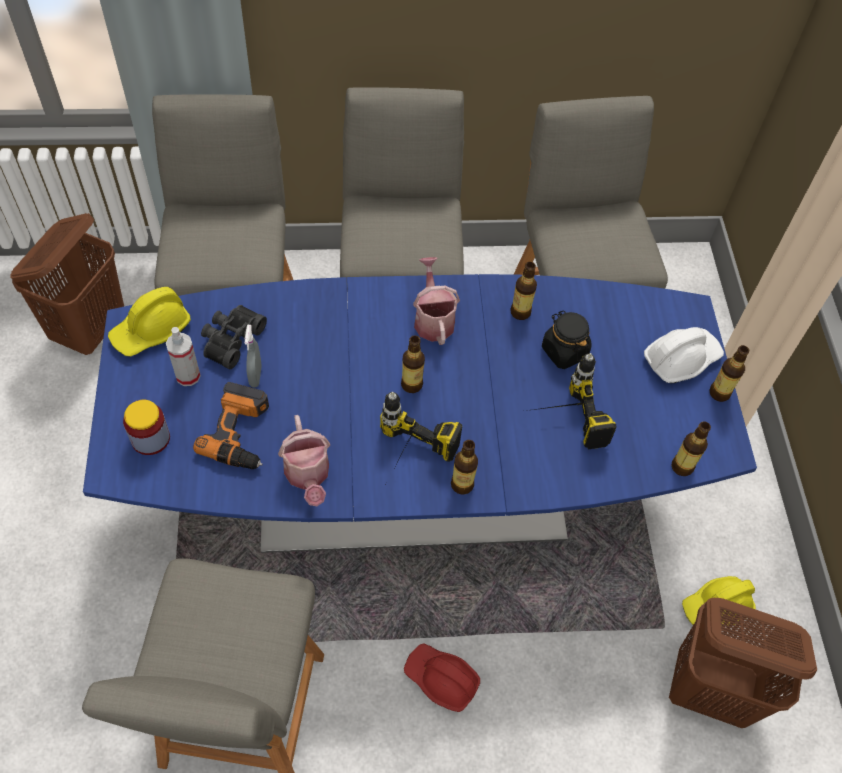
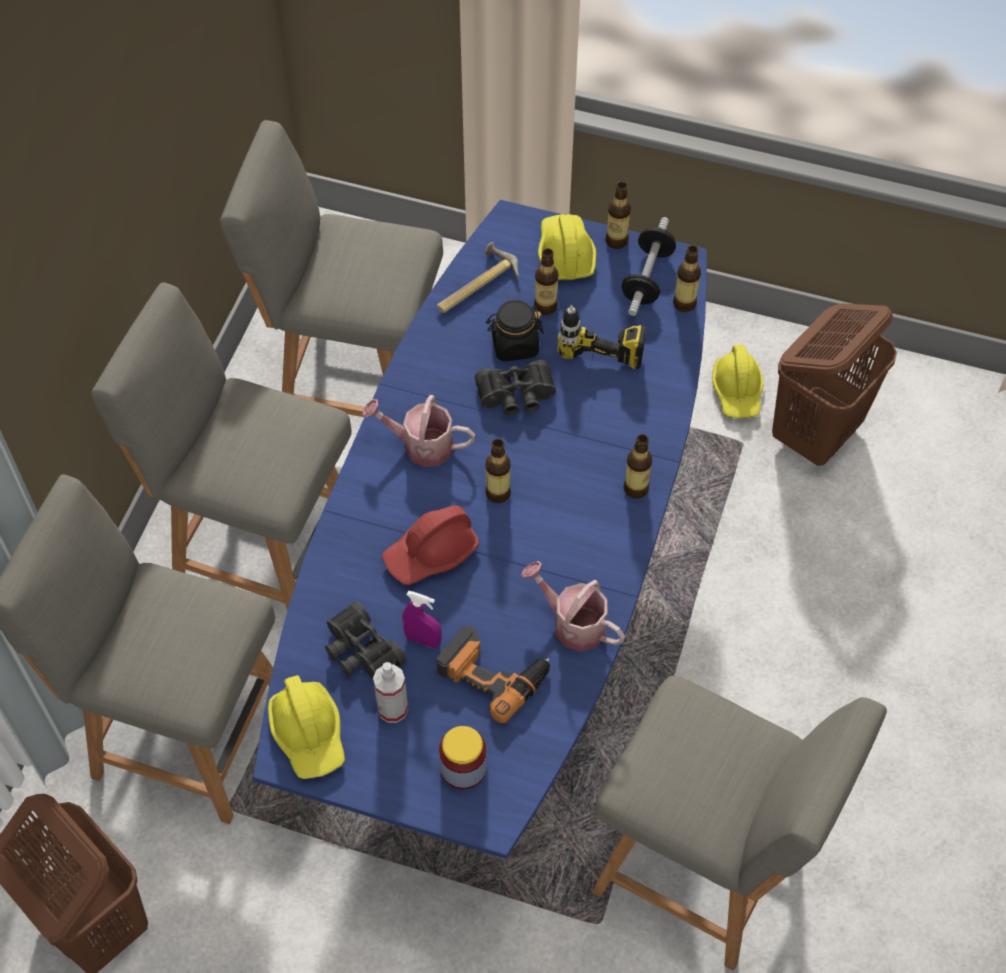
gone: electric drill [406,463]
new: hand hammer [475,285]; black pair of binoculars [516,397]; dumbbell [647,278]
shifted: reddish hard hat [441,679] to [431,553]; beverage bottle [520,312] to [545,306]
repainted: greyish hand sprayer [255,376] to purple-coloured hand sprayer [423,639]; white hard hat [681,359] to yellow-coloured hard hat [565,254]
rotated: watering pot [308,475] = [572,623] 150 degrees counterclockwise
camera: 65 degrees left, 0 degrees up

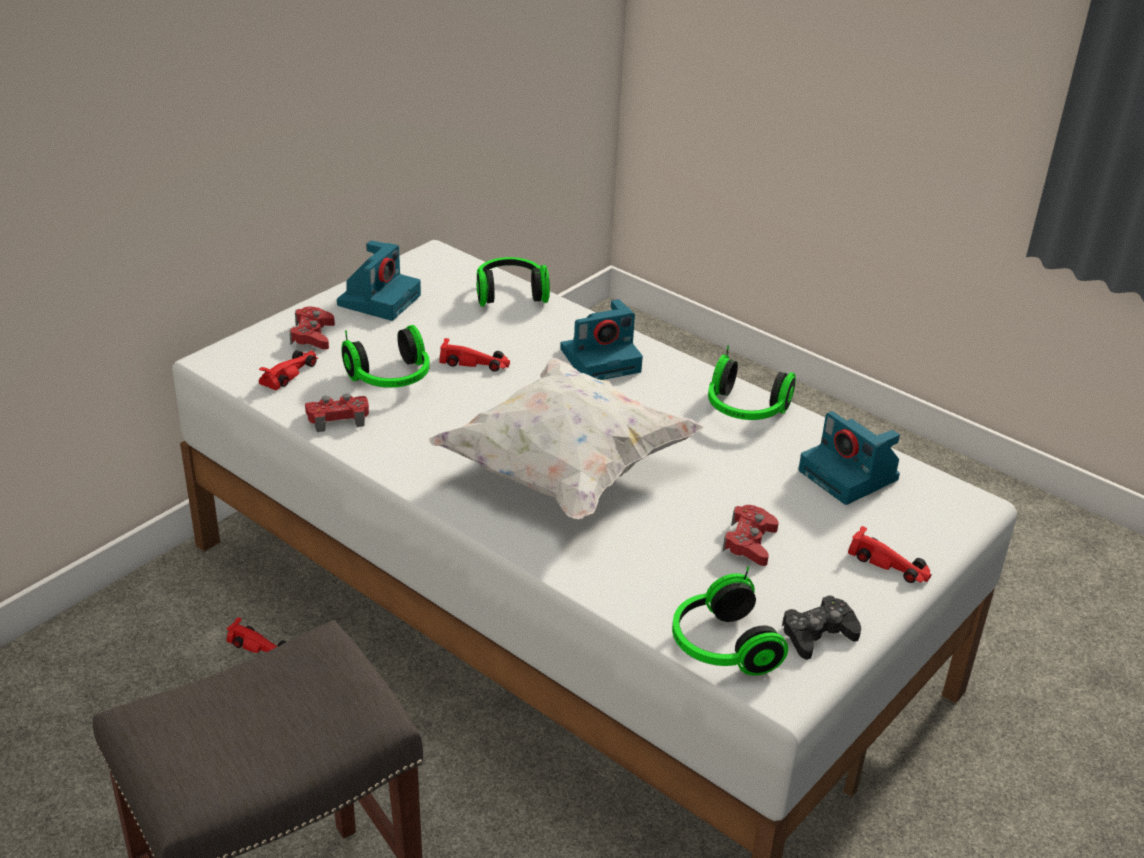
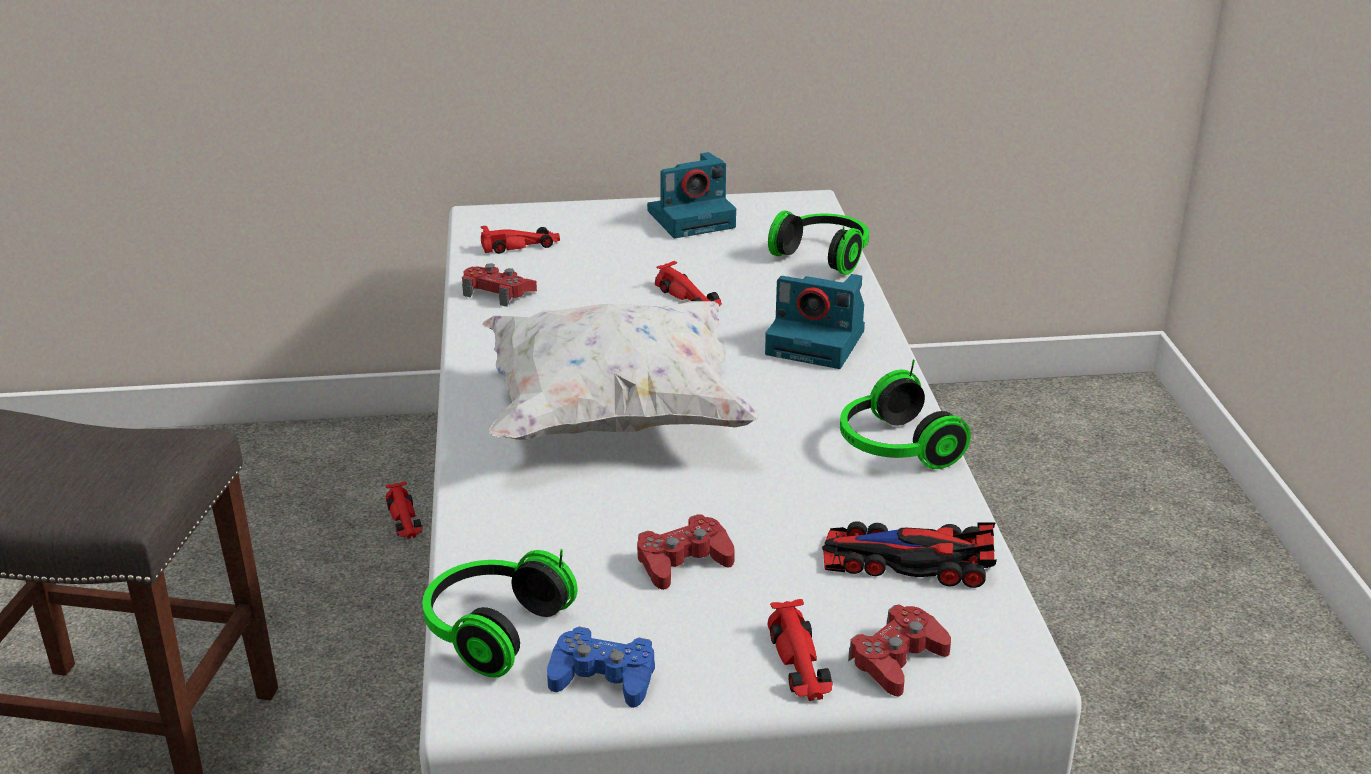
gone: headset [391,379]
shifted: reddish game controller [312,335] to [897,659]
swapped: photo camera [850,476] to miniature car [908,560]
repainted: black game controller [818,634] to blue-coloured game controller [603,677]
camera: 45 degrees right, 5 degrees down

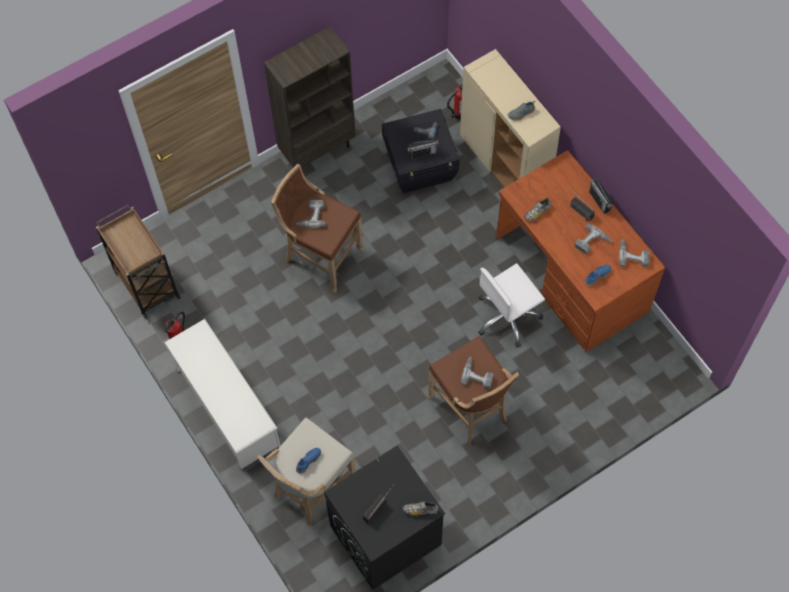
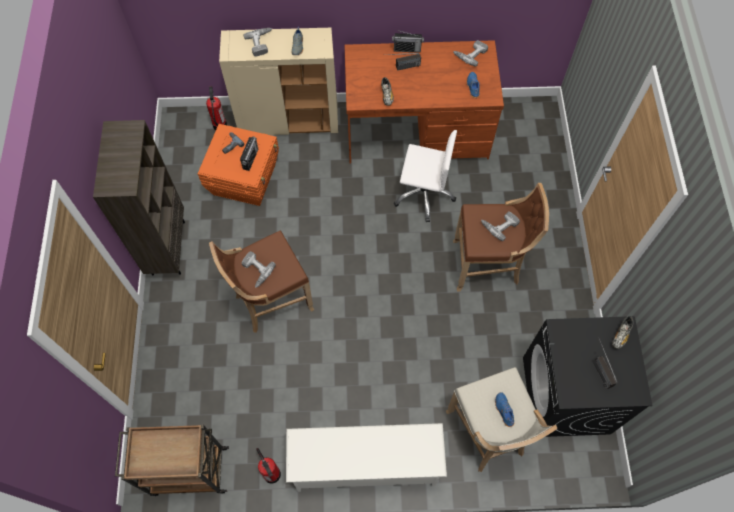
shifted: electric drill [592,243] to [261,43]
repainted: black storage box [420,166] to orange-coloured storage box [245,179]
rotated: white computer chair [507,317] = [424,194] 75 degrees counterclockwise
camera: 60 degrees left, 0 degrees up

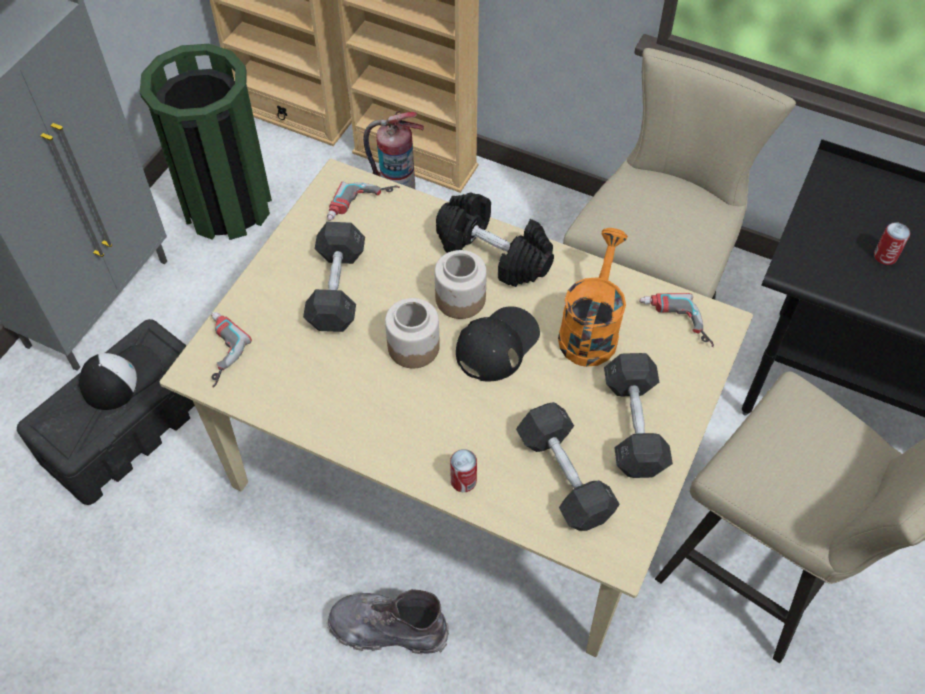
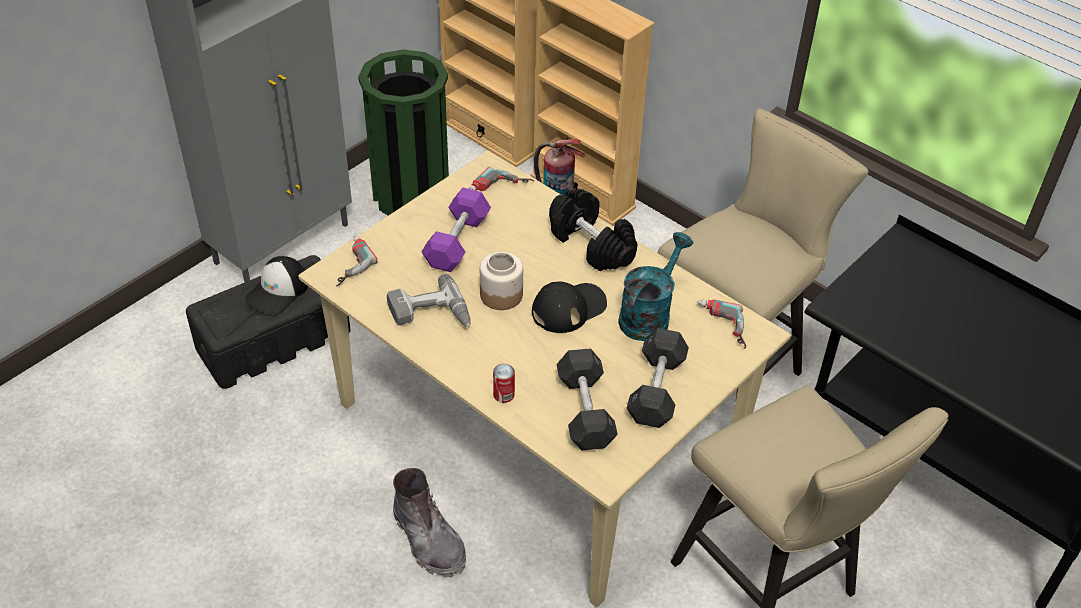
gone: jar [461,299]; sealed can [885,256]
new: electric drill [430,315]
repainted: greyish dumbbell [337,289] to purple-coloured dumbbell [457,242]; orange-coloured watering pot [590,329] to turquoise watering pot [649,314]
rotated: cap [121,377] = [278,291] 150 degrees clockwise; greyish high-top boot [388,629] = [429,540] 150 degrees counterclockwise
camera: 15 degrees right, 10 degrees down

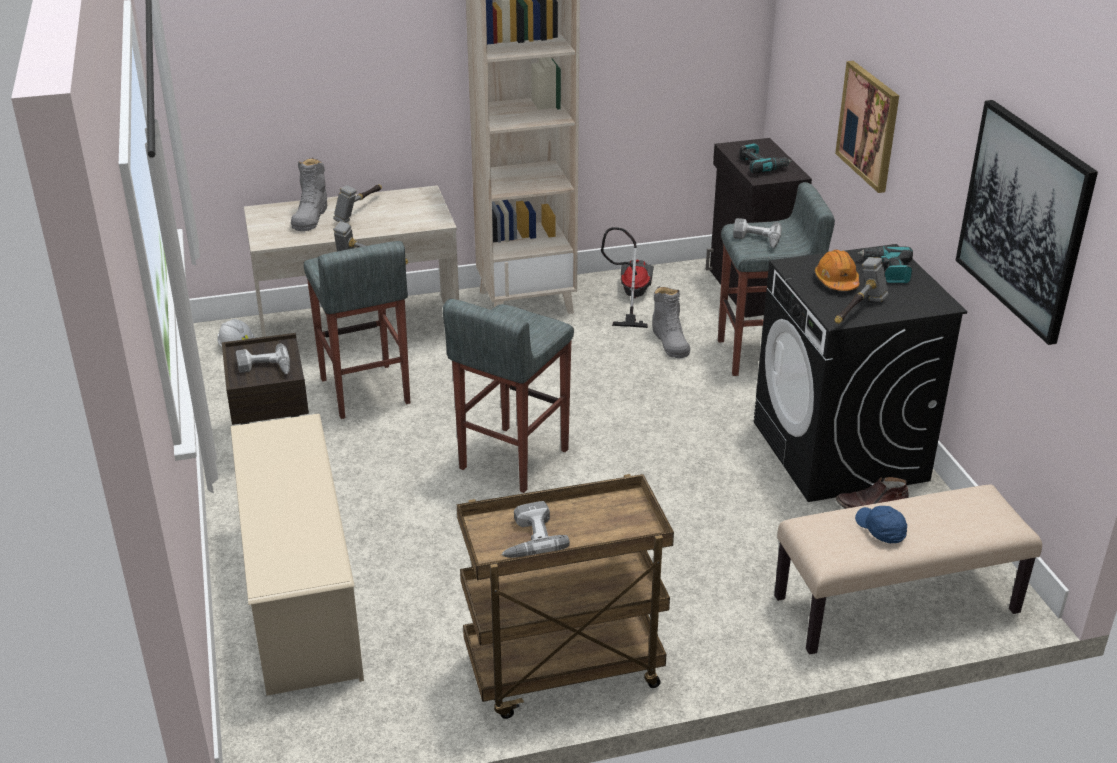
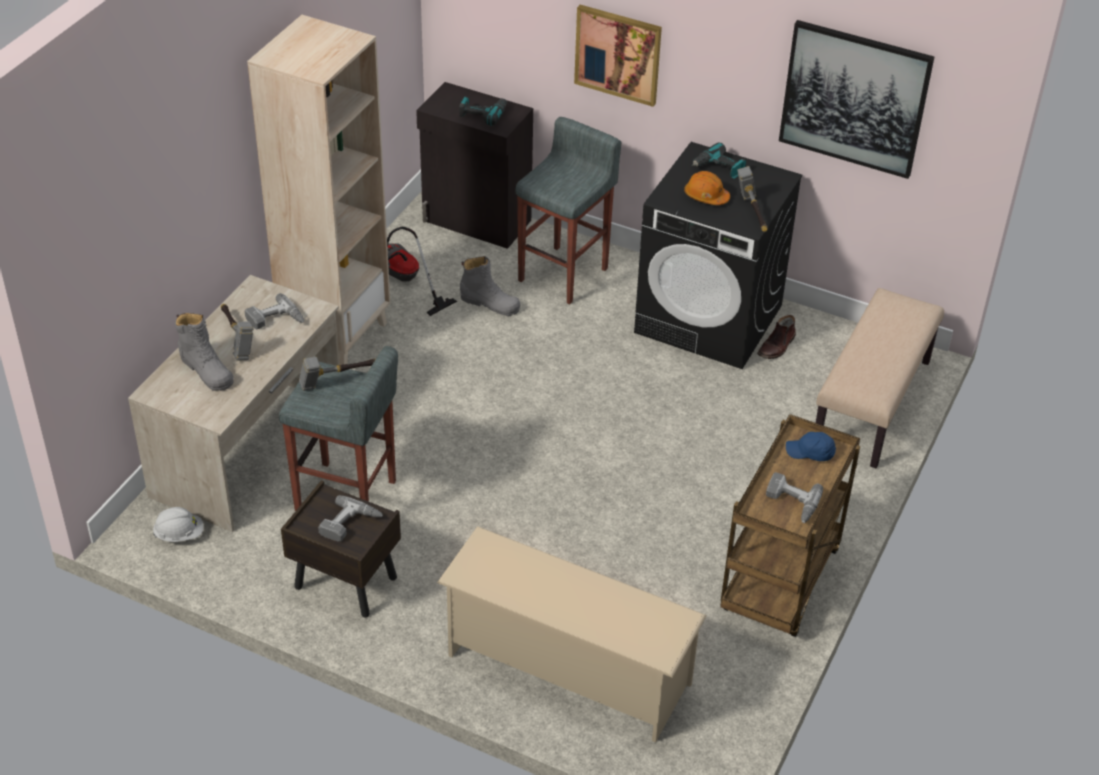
gone: greyish stool [512,459]
shifted: electric drill [756,240] to [275,320]; blue-coloured cap [880,530] to [810,453]
camera: 50 degrees left, 10 degrees up

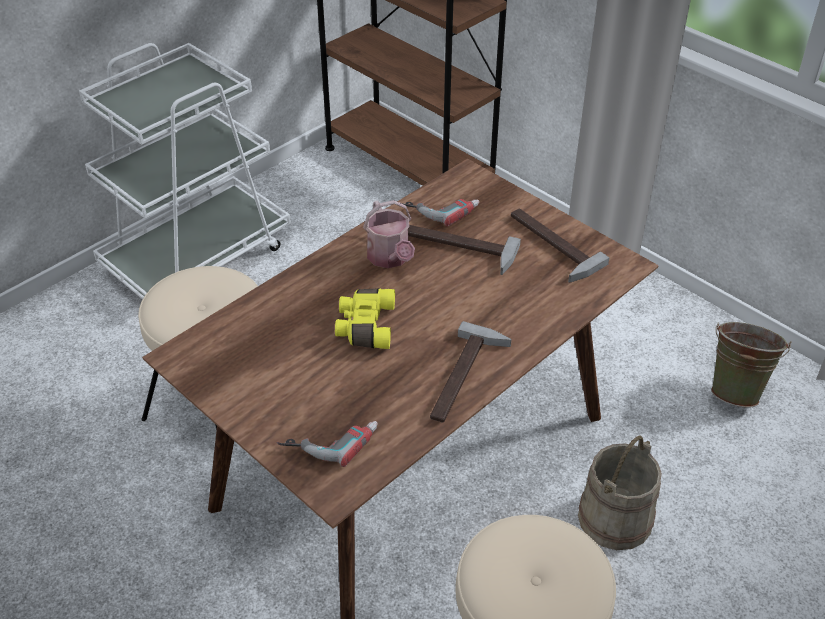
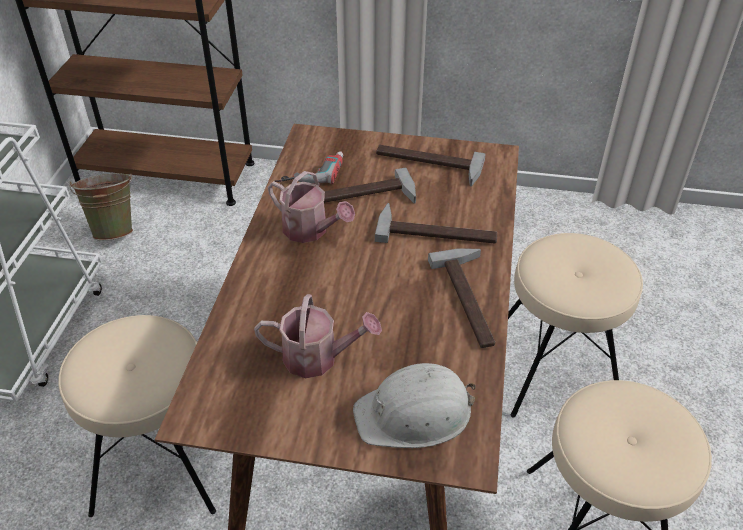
gone: yellow-coloured pair of binoculars [364,326]
new: watering pot [318,357]; hand hammer [437,231]
shifted: greenish bucket [736,389] to [115,229]
swapped: electric drill [329,438] to white hard hat [415,414]; sand-coloured bucket [615,518] to sand-coloured stool [553,370]
camera: 35 degrees left, 0 degrees up

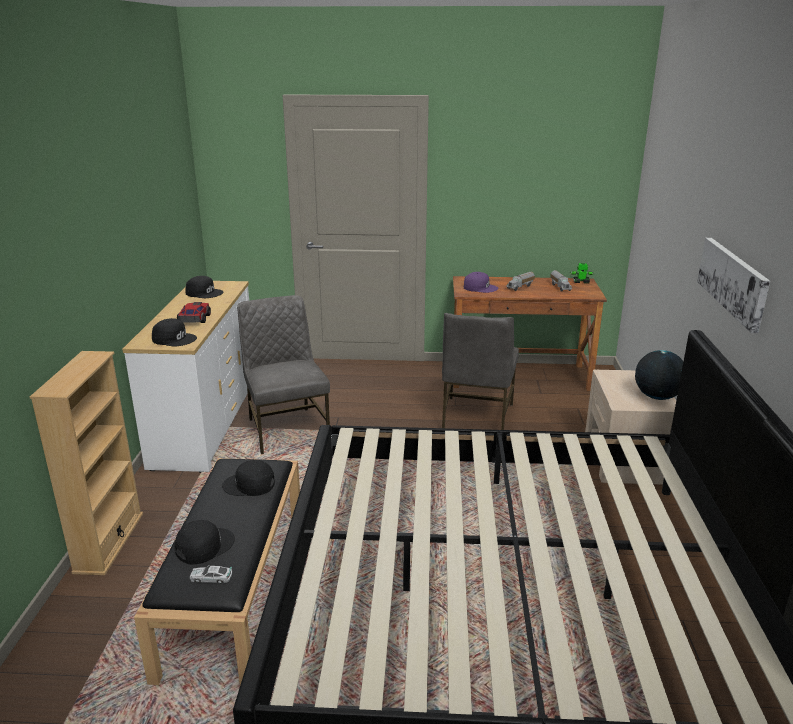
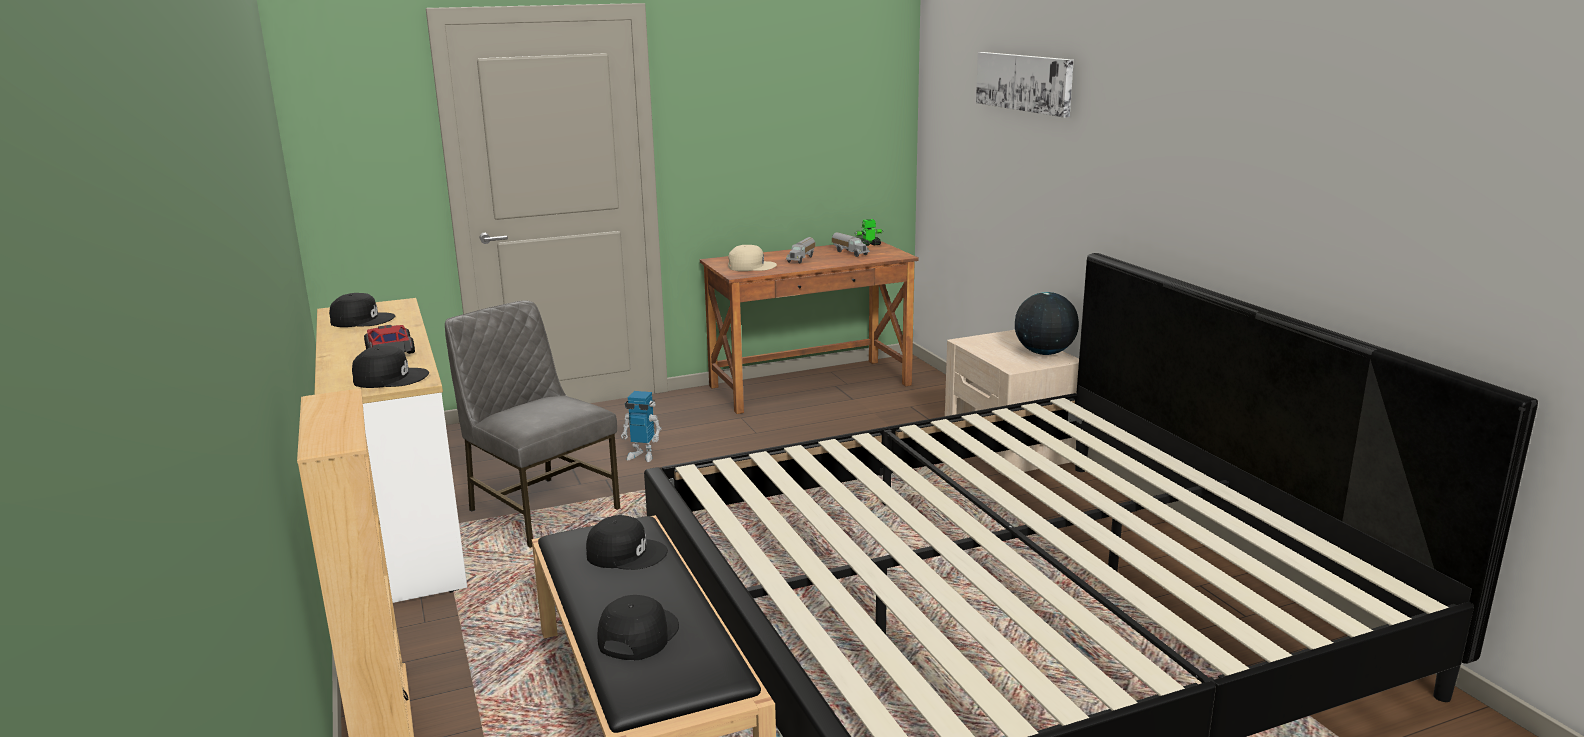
gone: miniature car [211,578]; greyish plain chair [476,417]
new: robot figure [642,455]
shifted: wall art [733,281] to [1024,82]
repainted: purple-coloured cap [480,287] to sand-coloured cap [751,266]
rotated: black cap [249,485] = [626,553] 150 degrees counterclockwise
camera: 25 degrees left, 5 degrees down

